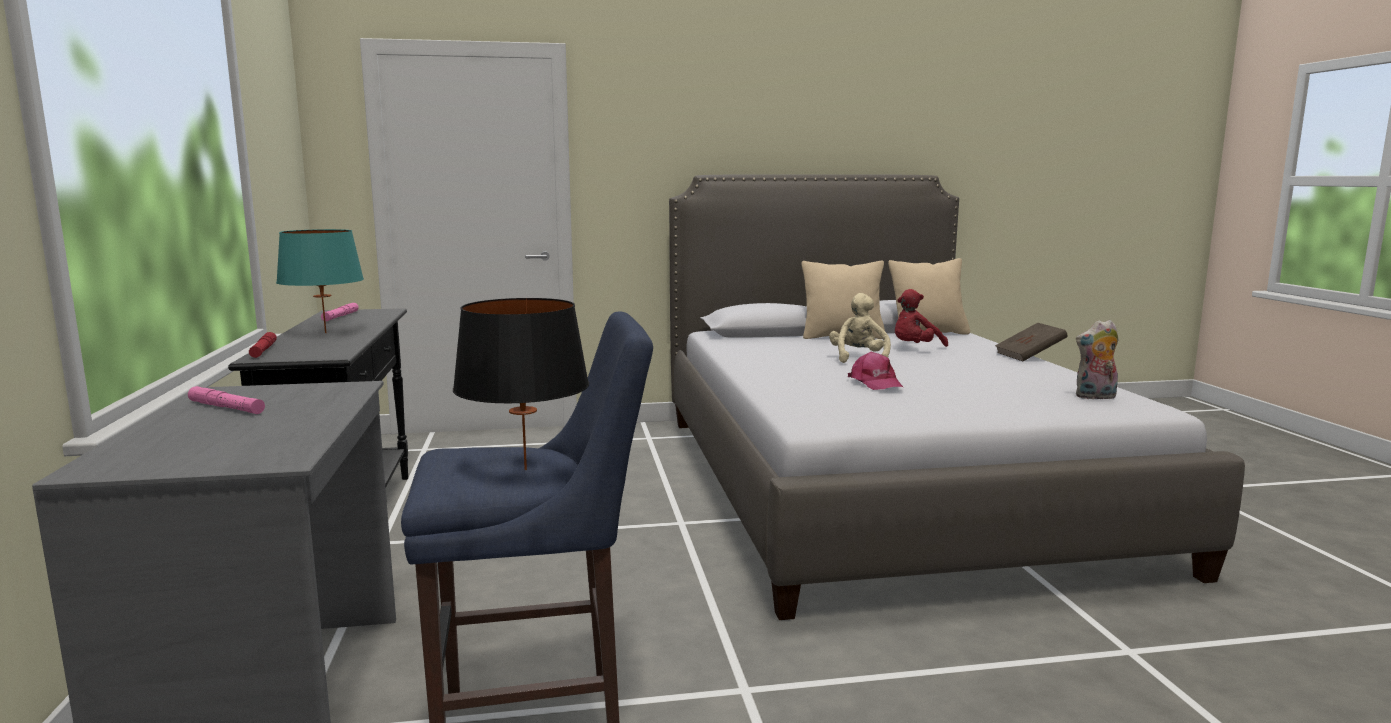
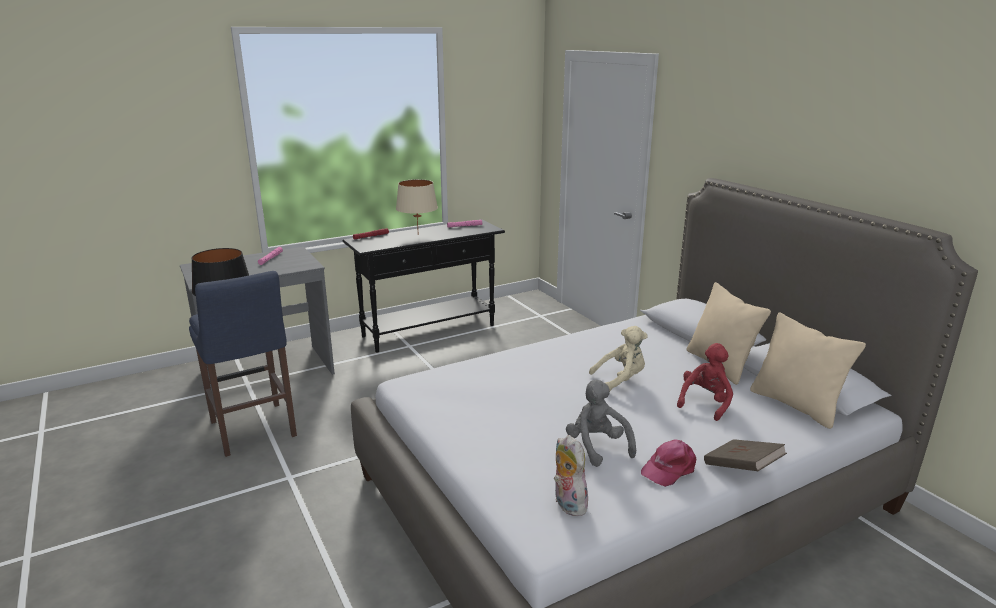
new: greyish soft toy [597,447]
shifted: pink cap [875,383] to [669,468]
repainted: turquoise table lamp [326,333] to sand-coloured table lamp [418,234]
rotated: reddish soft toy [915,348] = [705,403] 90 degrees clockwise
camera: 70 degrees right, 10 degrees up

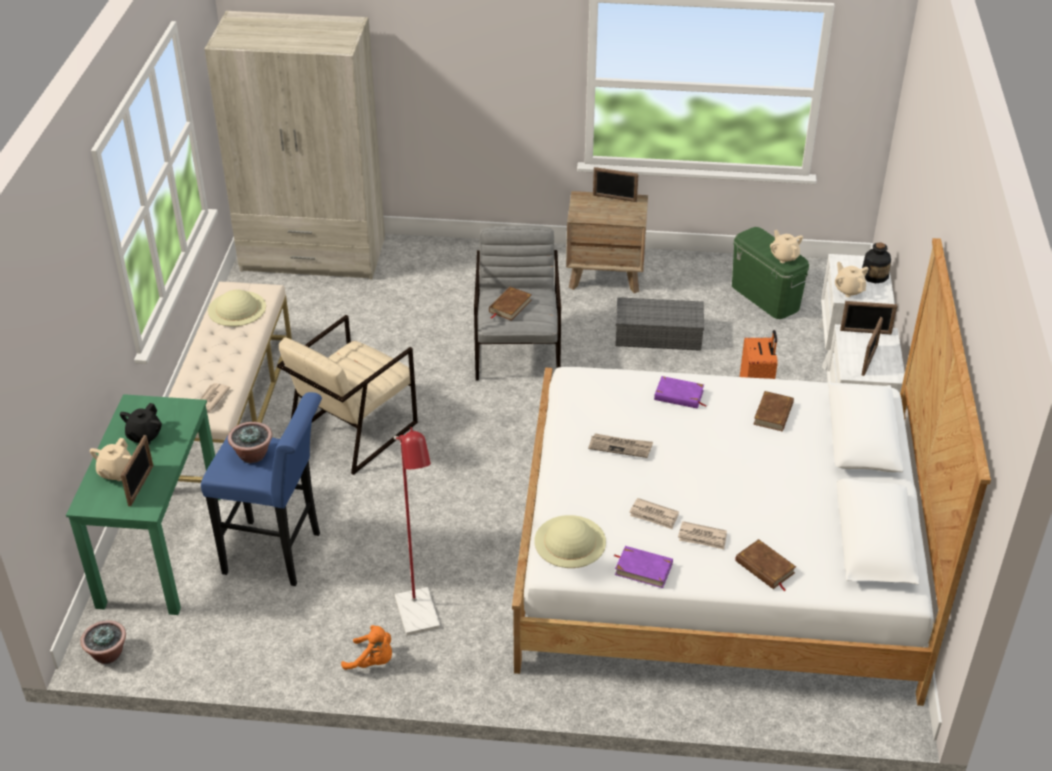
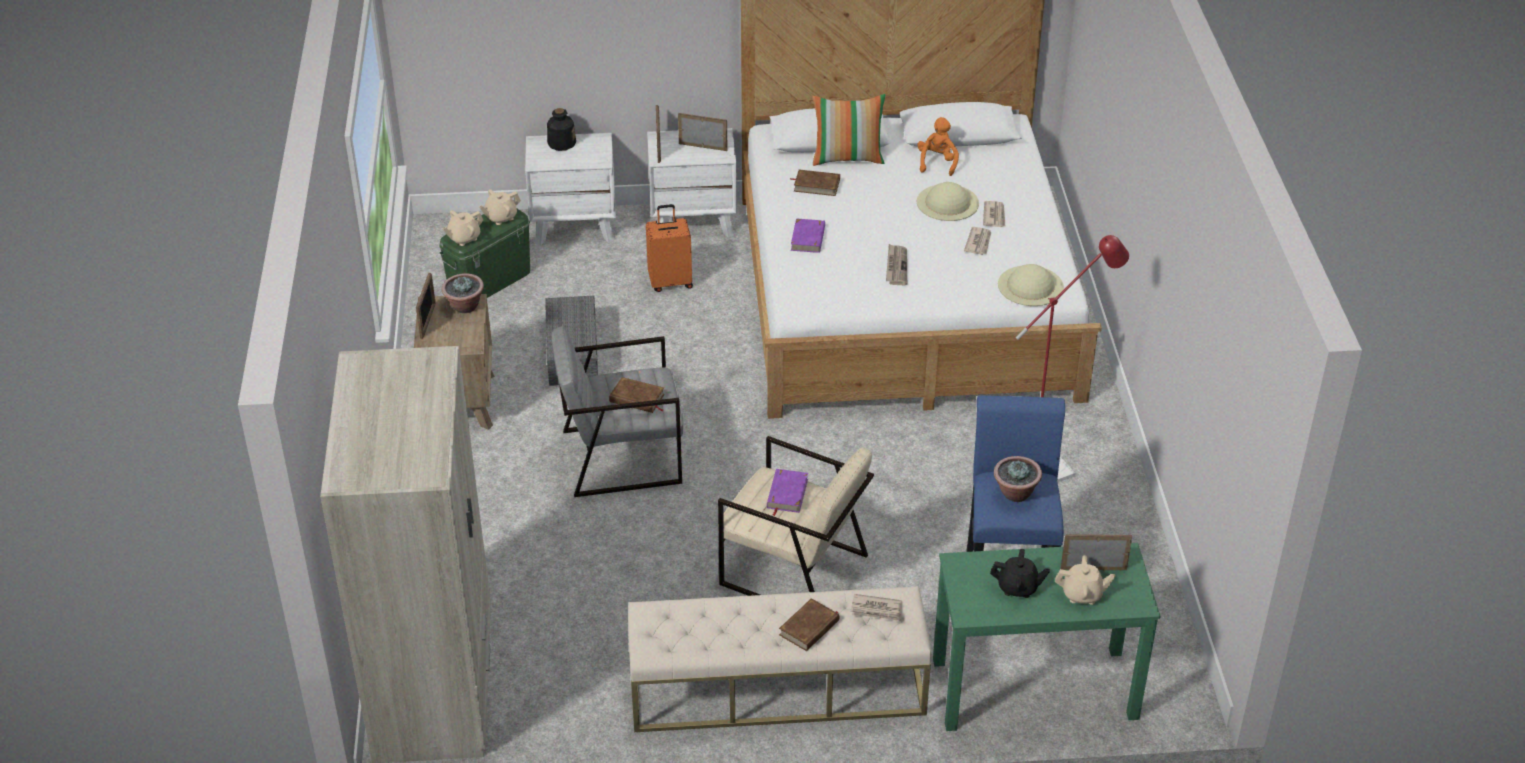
new: throw pillow [848,158]
shifted: sand-coloured tea pot [849,290] to [464,238]; plant in a pot [108,654] to [465,307]; purple-coloured book [643,569] to [787,494]; brownish book [765,567] to [809,628]; sand-coloured wearable hat [237,308] to [947,202]; orange-coloured soft toy [372,661] to [937,163]
camera: 100 degrees left, 0 degrees up

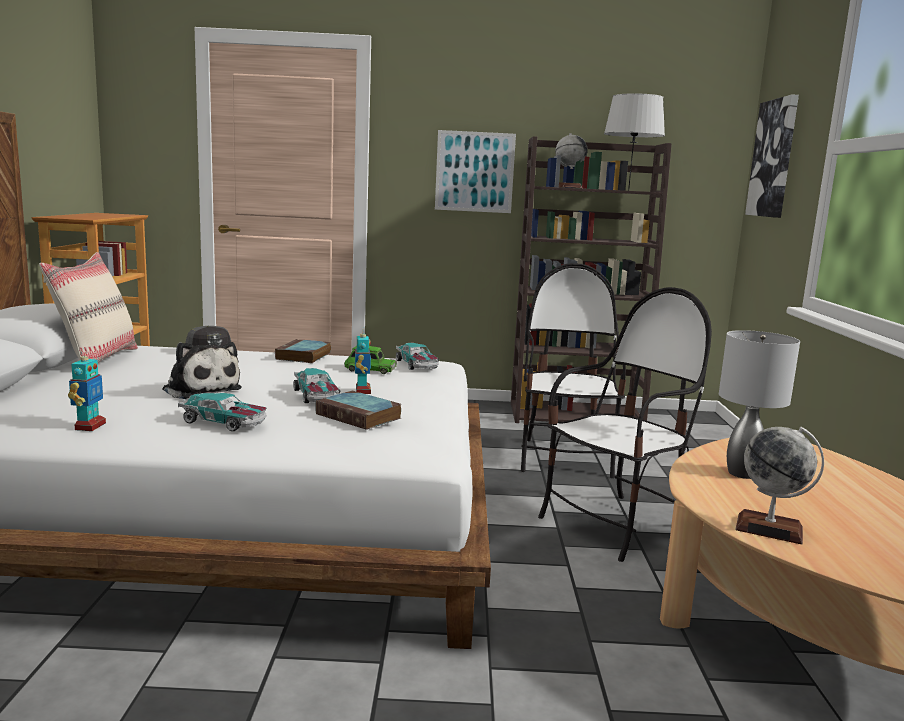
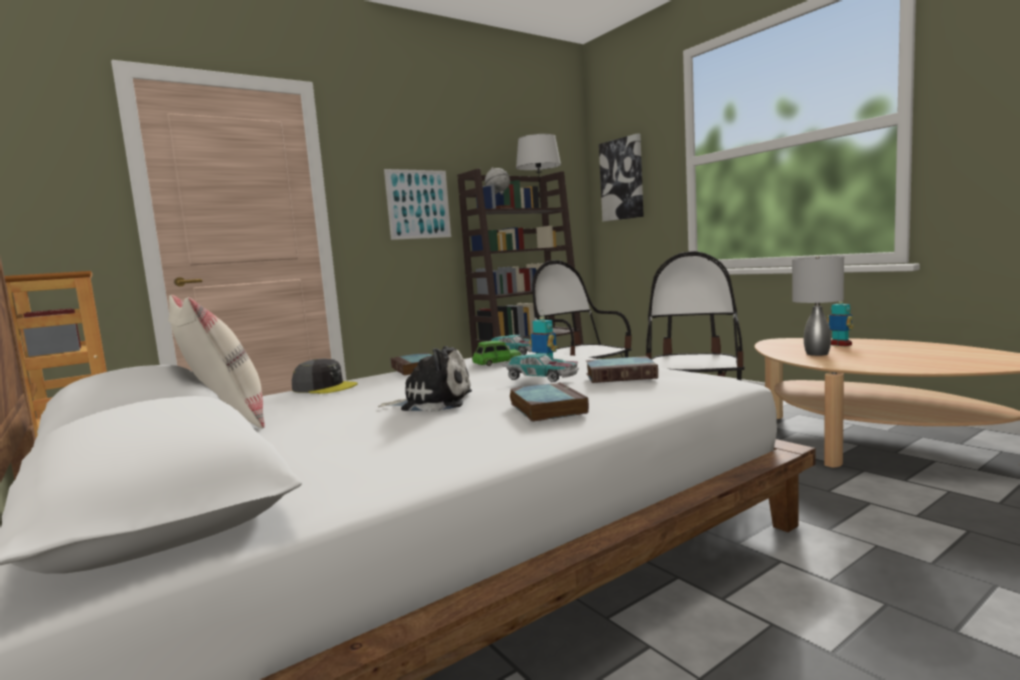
gone: globe [769,529]
shifted: robot figure [89,426] to [840,345]
swapped: miniature car [224,422] to book [546,408]
camera: 35 degrees left, 5 degrees down

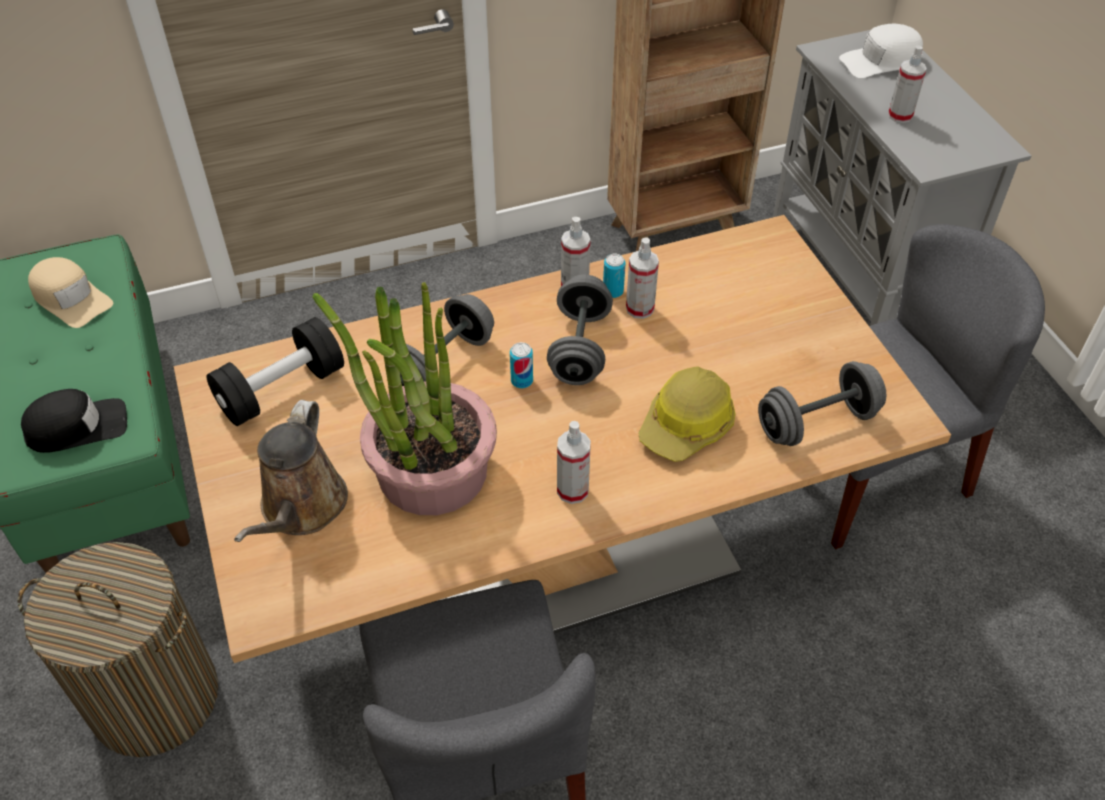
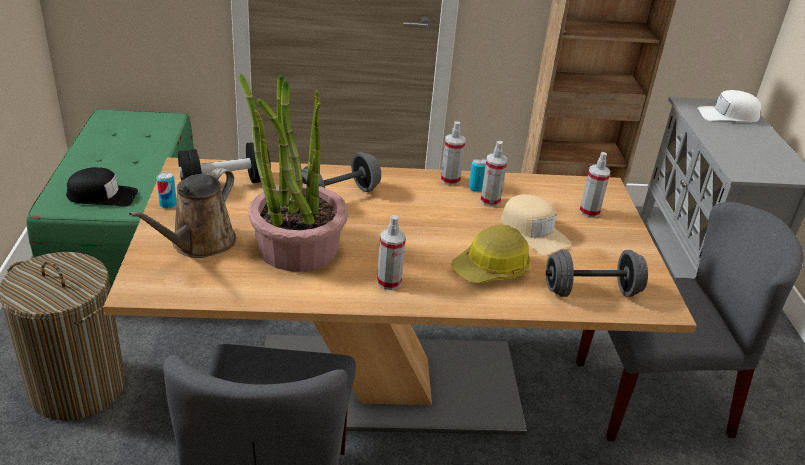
gone: greyish dumbbell [579,348]
shifted: sealed can [522,381] to [168,204]; sand-coloured cap [71,298] to [533,232]; hand sprayer [900,115] to [589,212]
camera: 15 degrees right, 15 degrees down

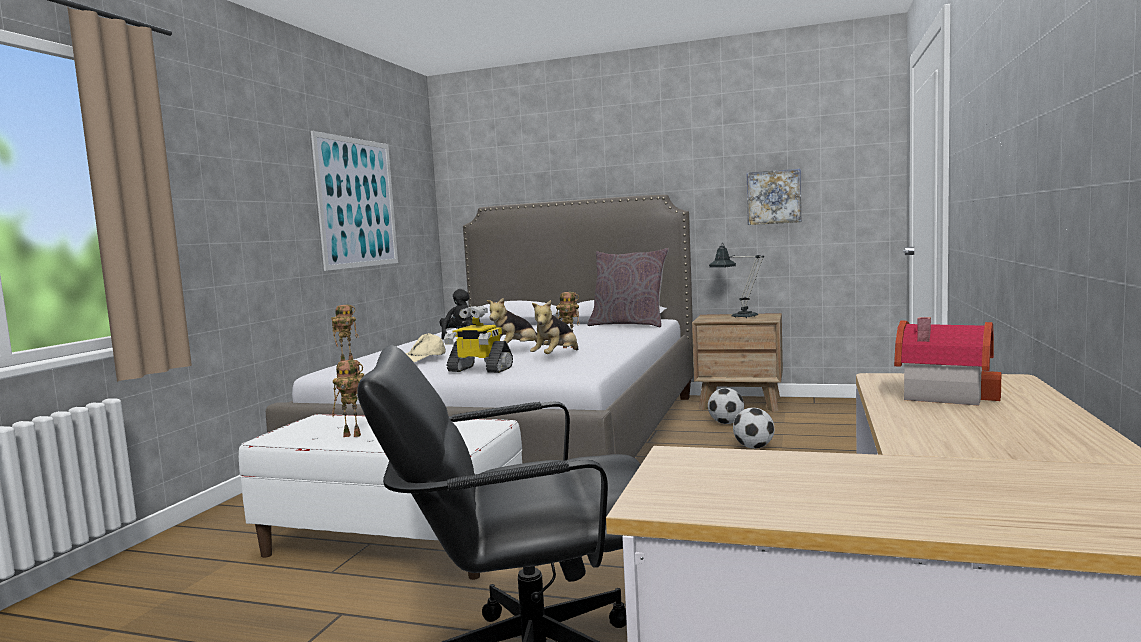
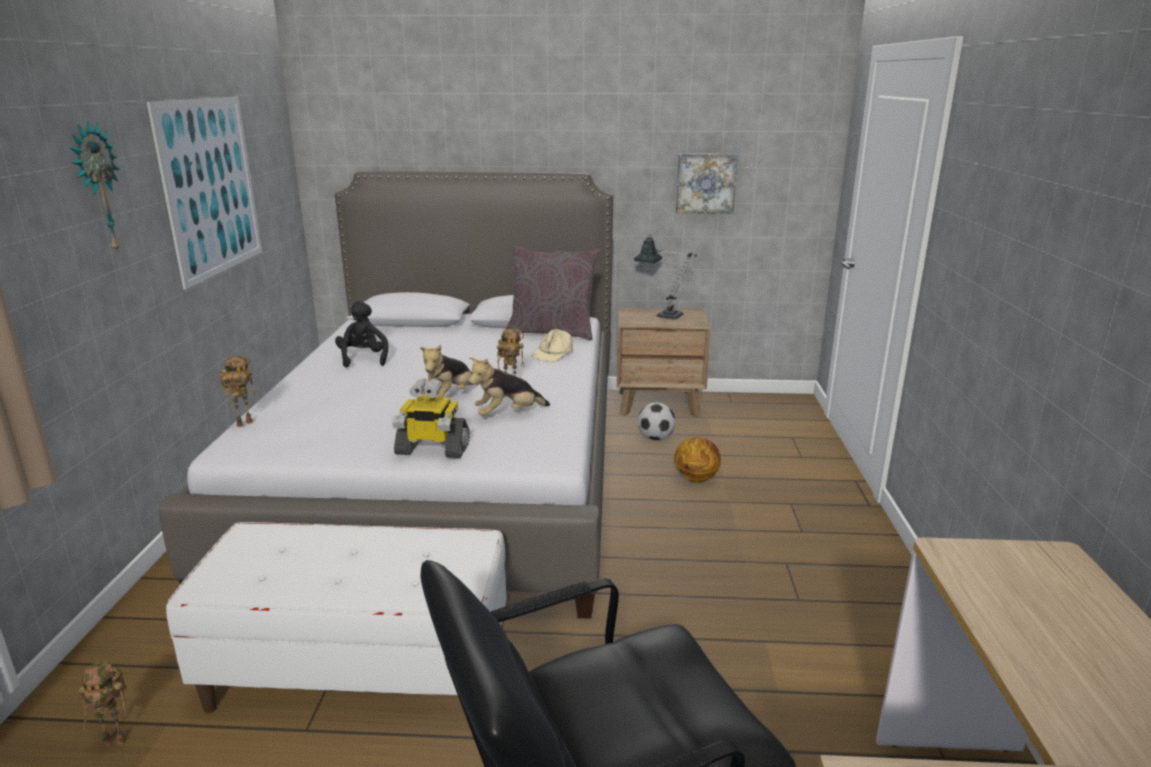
gone: miniature house [942,394]
new: hanging clock [97,189]
shifted: robot figure [354,435] to [117,739]; sand-coloured cap [422,358] to [553,353]
swapped: football [754,447] to basketball ball [696,478]
rotated: soft toy [556,357] = [508,414] 45 degrees clockwise
camera: 15 degrees left, 15 degrees up

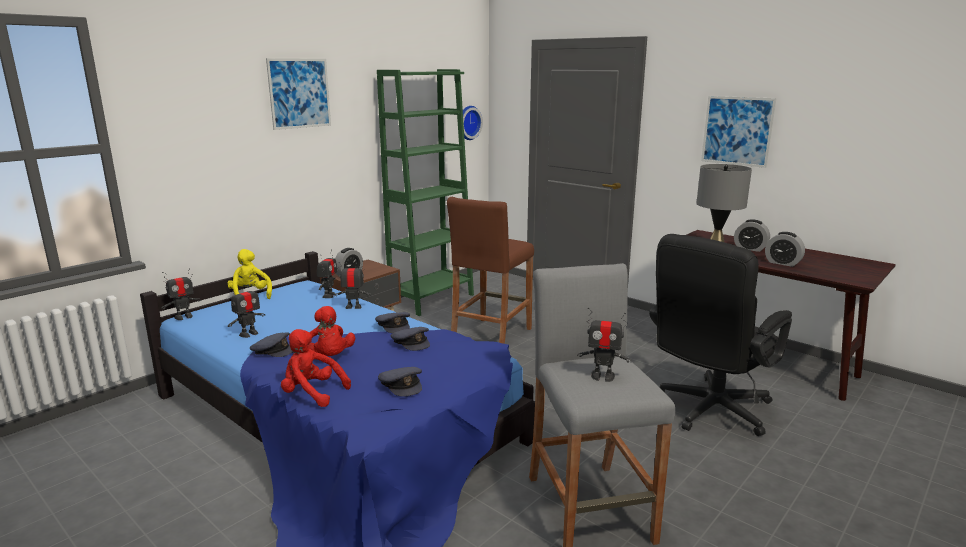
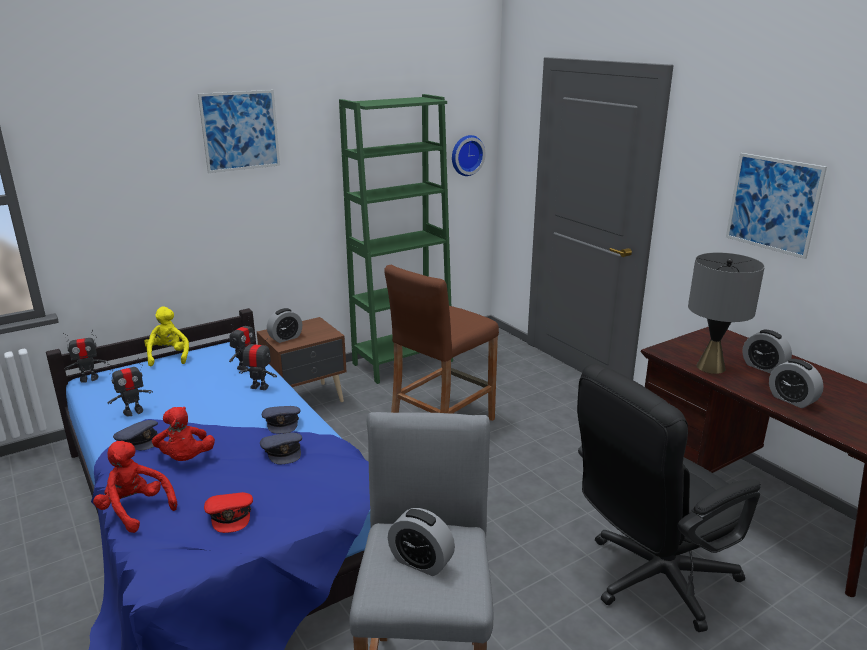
swapped: robot figure [602,376] to table clock [421,562]
repainted: greyish cap [402,385] to reddish cap [230,515]
camera: 15 degrees right, 5 degrees up

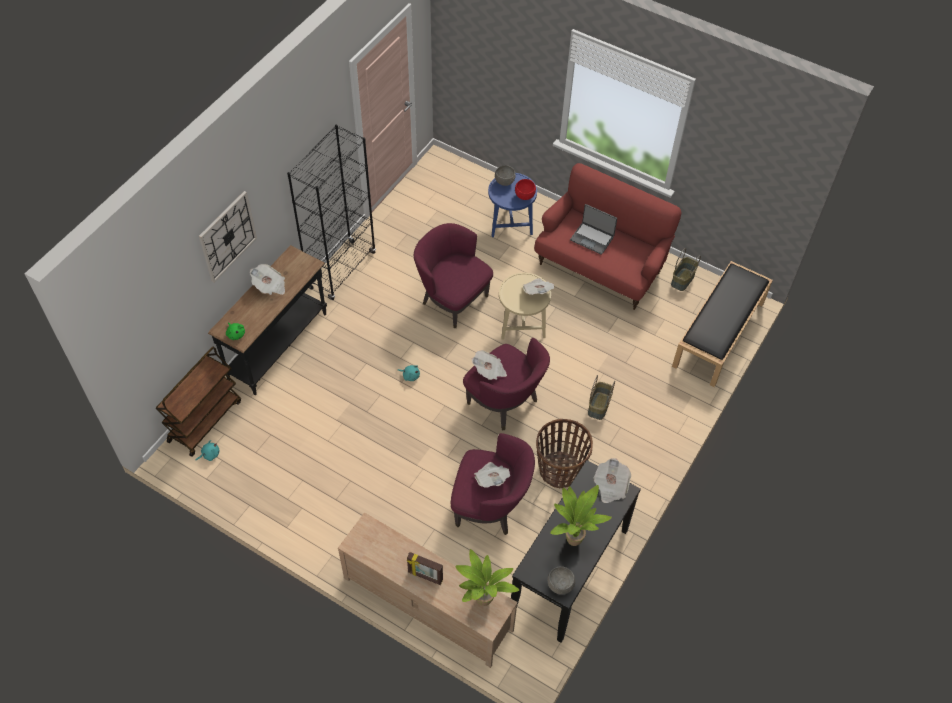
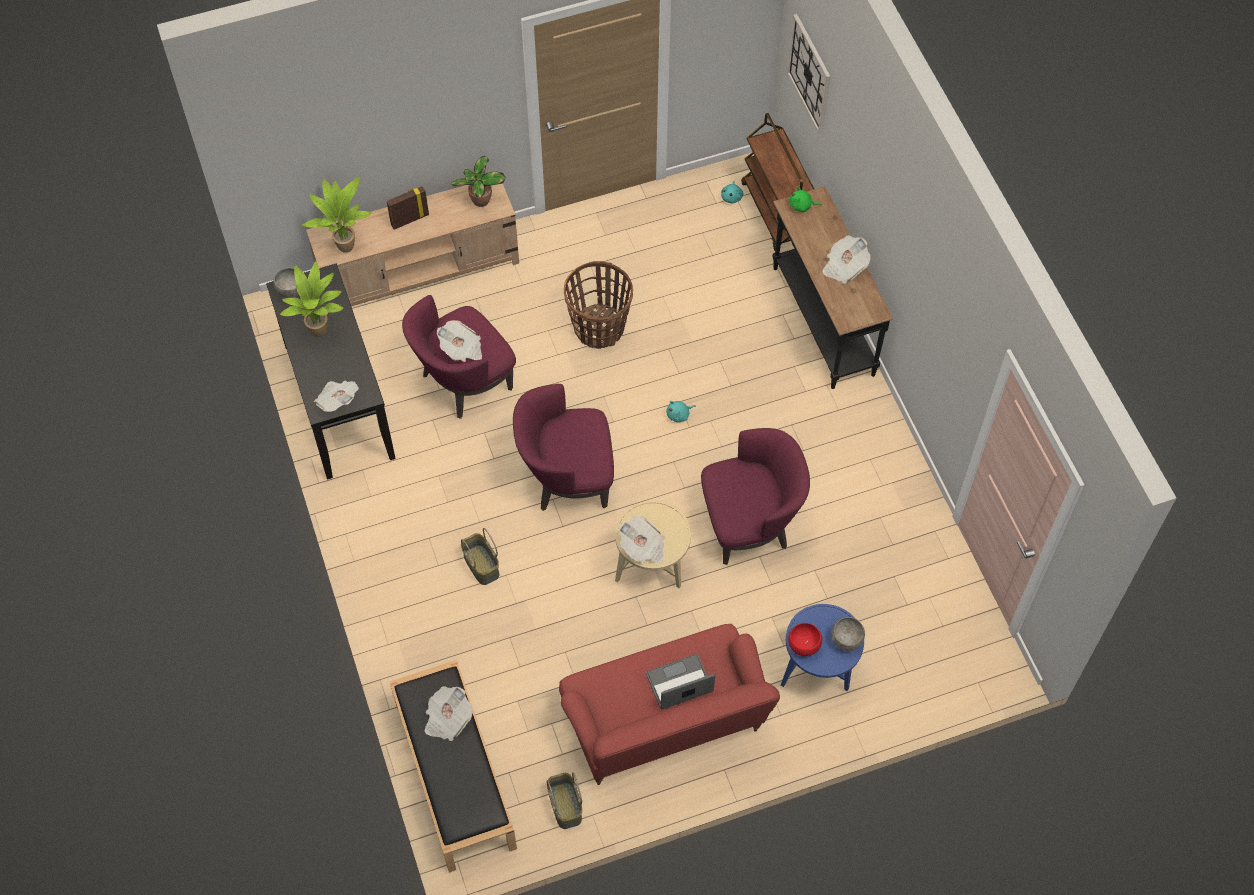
gone: black bookshelf [341,270]
new: plant in a pot [480,201]
shifted: printed paper [489,371] to [447,719]; basket [559,470] to [599,328]; hanging clock [227,236] to [809,73]
camera: 130 degrees right, 5 degrees up

